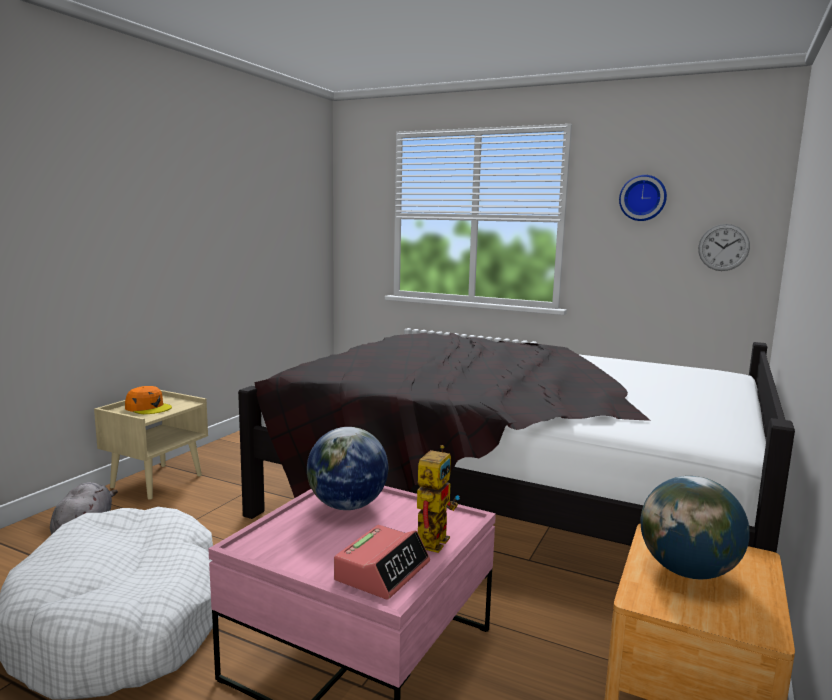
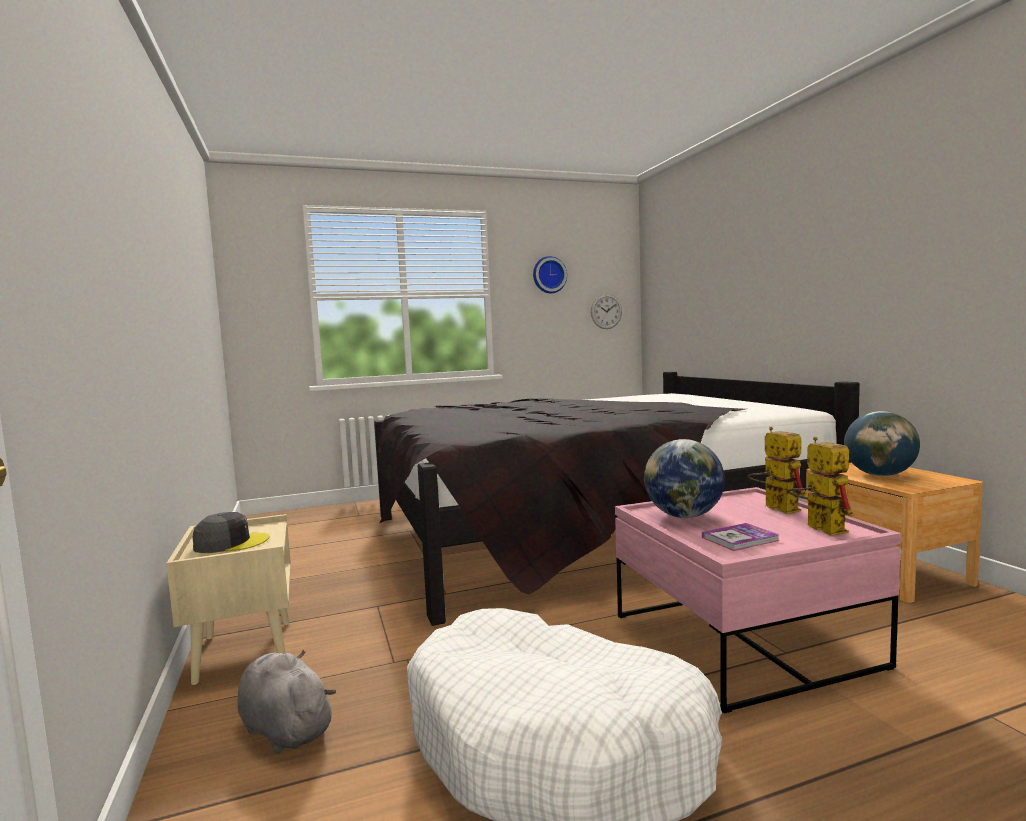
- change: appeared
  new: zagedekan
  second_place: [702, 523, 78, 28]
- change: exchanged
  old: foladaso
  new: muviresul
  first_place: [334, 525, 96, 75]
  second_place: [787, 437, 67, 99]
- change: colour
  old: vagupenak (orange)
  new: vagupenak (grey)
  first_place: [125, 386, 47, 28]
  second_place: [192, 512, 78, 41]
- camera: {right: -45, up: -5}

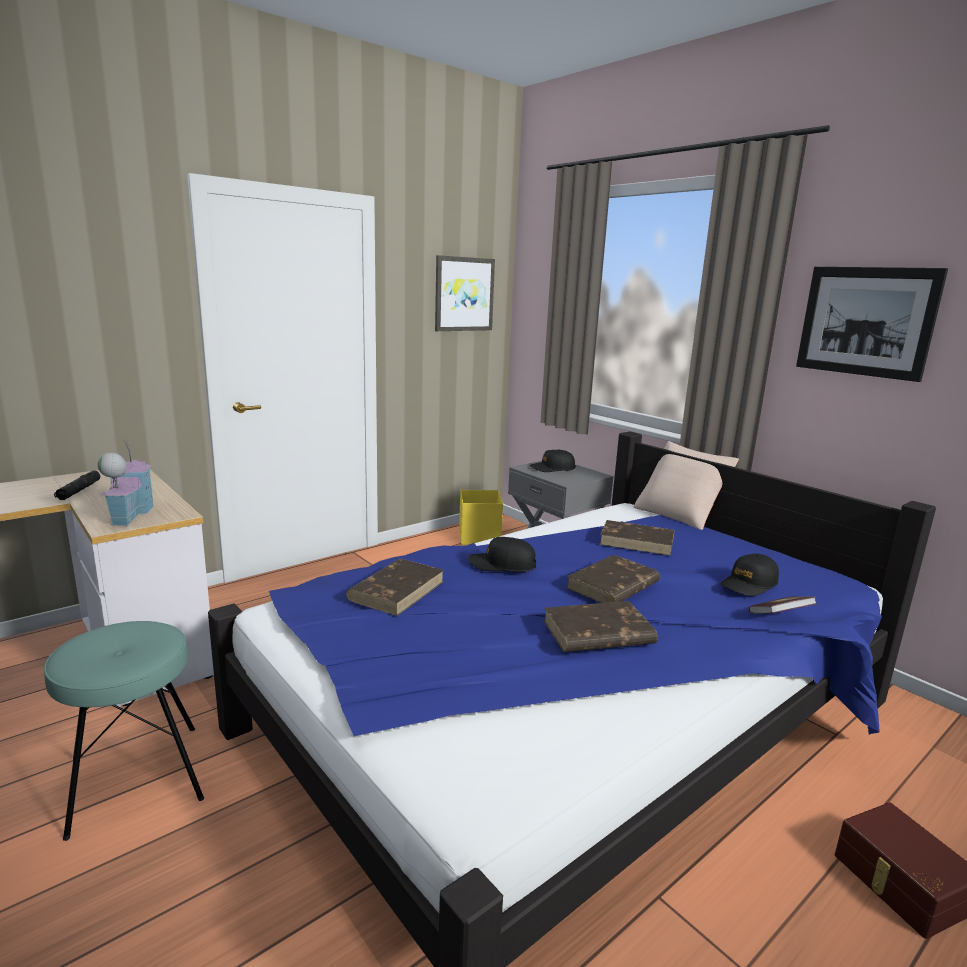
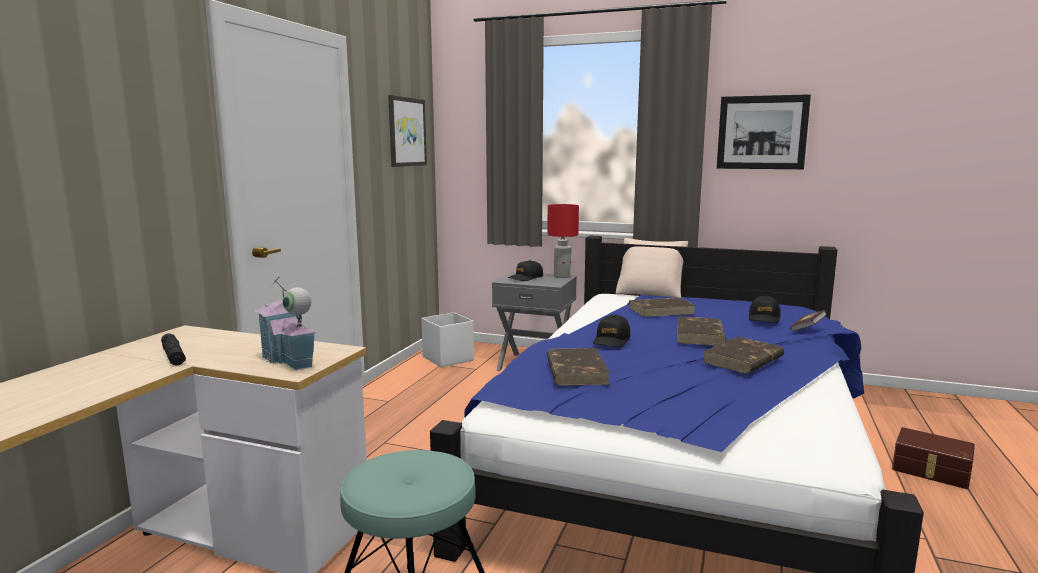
- change: appeared
  new: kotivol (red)
  second_place: [547, 204, 32, 74]
- change: colour
  old: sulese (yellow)
  new: sulese (white)
  first_place: [459, 490, 44, 55]
  second_place: [421, 312, 53, 56]
- change: spun
  old: vagupenak (black)
  first_place: [468, 537, 68, 35]
  second_place: [593, 315, 38, 32]
  degrees: -45
- camera: {right: -30, up: -5}

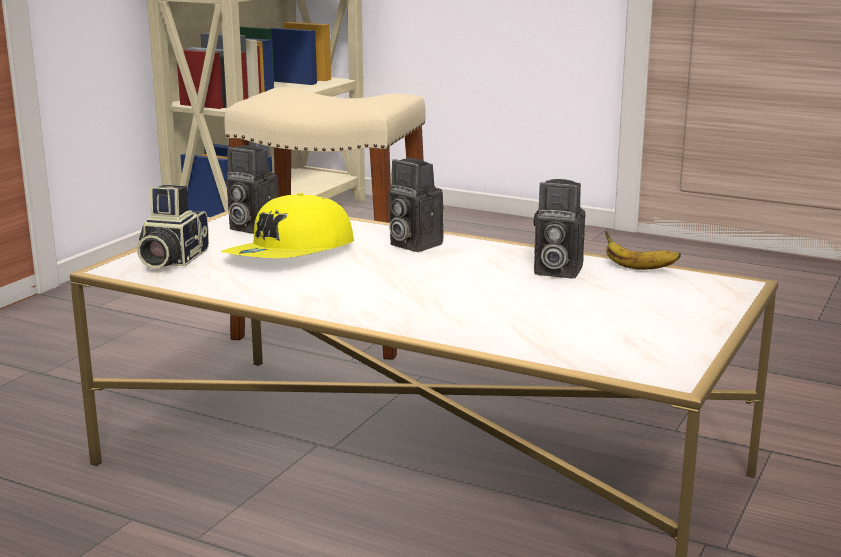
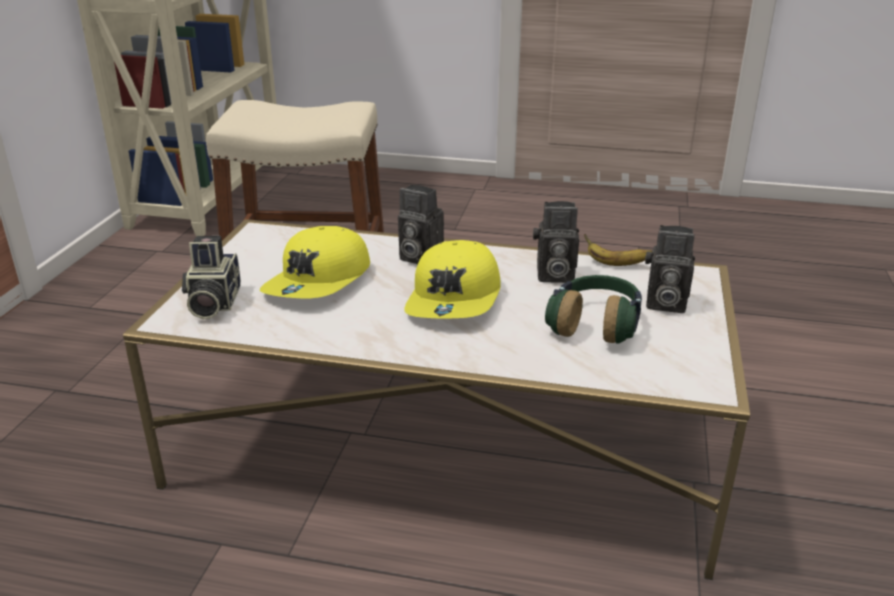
- change: appeared
  new: vagupenak (yellow)
  second_place: [404, 240, 97, 78]
- change: appeared
  new: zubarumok
  second_place: [545, 275, 97, 68]
- change: relocated
  old: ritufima
  first_place: [226, 145, 53, 89]
  second_place: [645, 225, 50, 88]
- camera: {right: -15, up: 10}

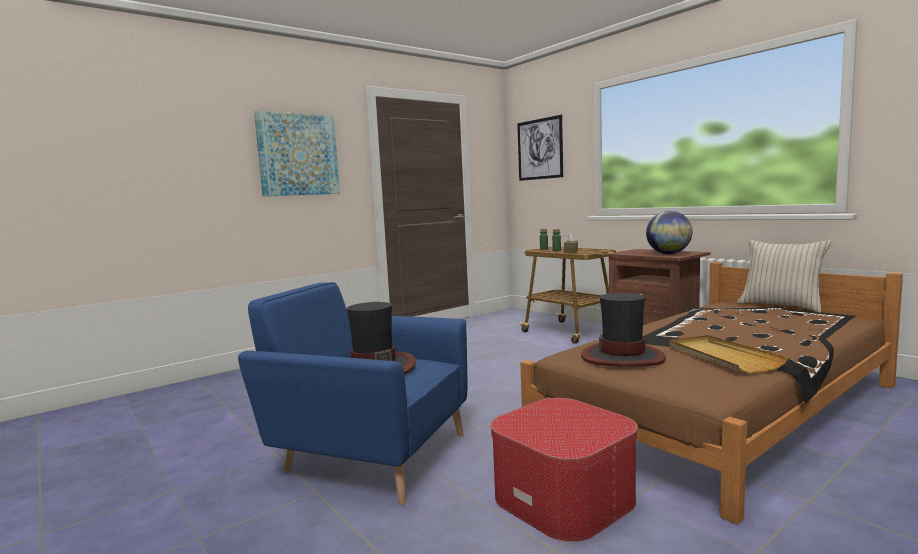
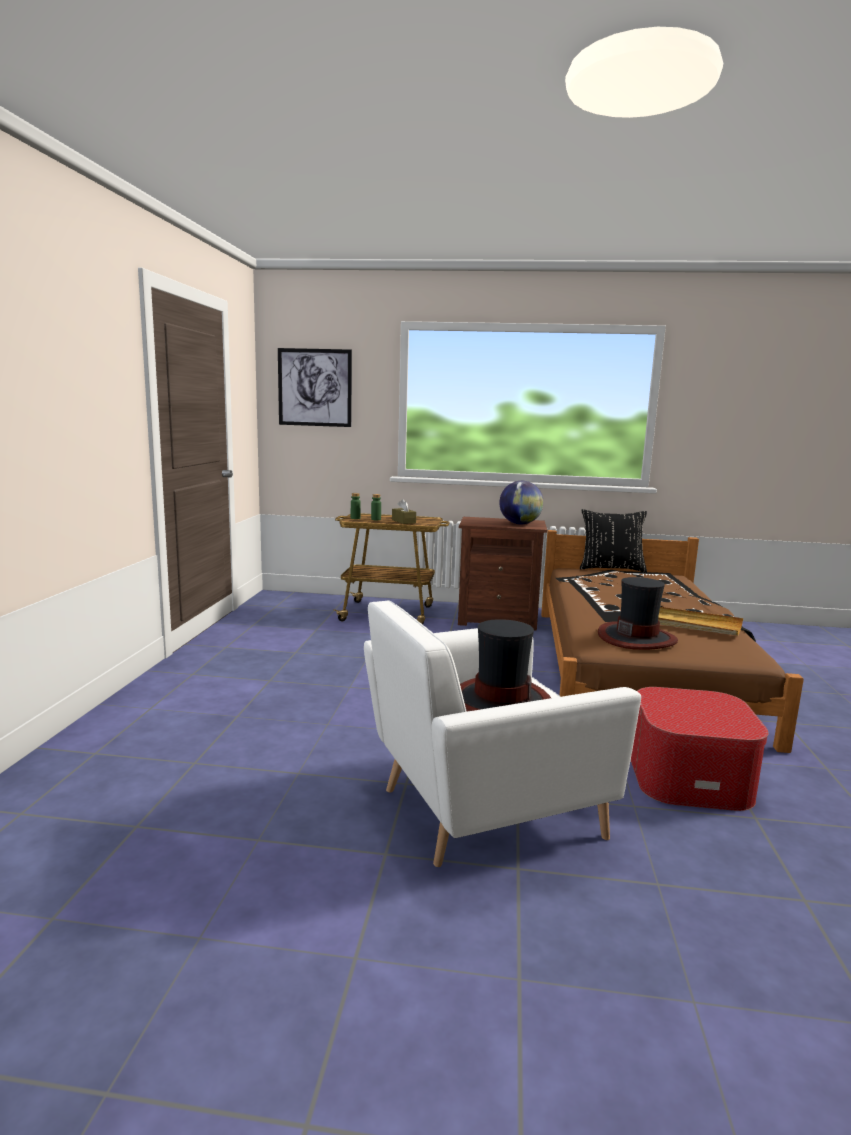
- change: missing
  old: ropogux
  first_place: [254, 111, 86, 85]
- change: colour
  old: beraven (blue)
  new: beraven (white)
  first_place: [238, 282, 229, 223]
  second_place: [364, 600, 277, 267]
- change: colour
  old: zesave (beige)
  new: zesave (black)
  first_place: [738, 240, 93, 73]
  second_place: [580, 509, 67, 64]
- camera: {right: -45, up: 5}

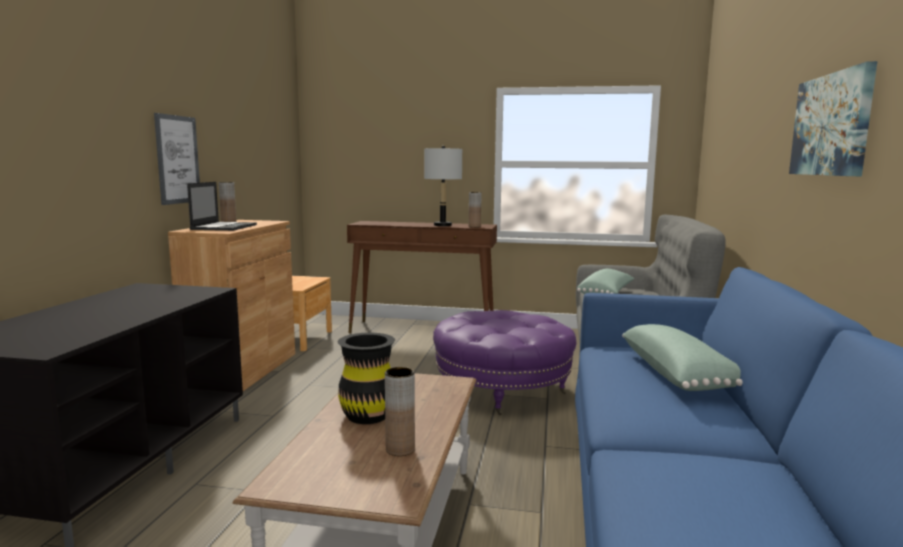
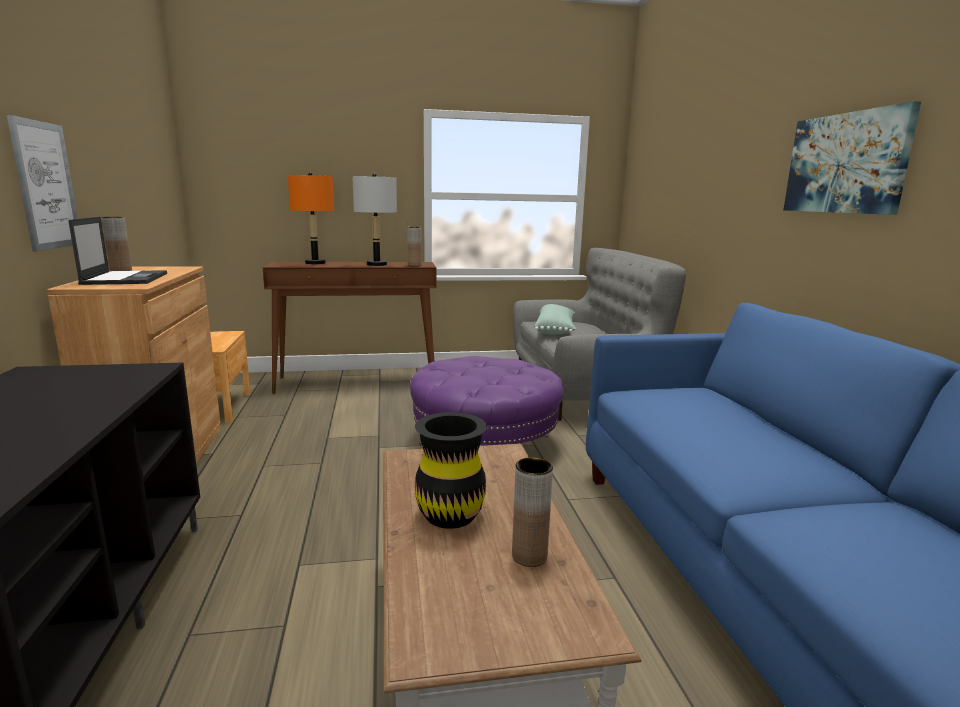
- change: missing
  old: zesave (green)
  first_place: [622, 324, 121, 67]
- change: appeared
  new: kotivol (orange)
  second_place: [288, 172, 46, 92]
- camera: {right: -20, up: 5}

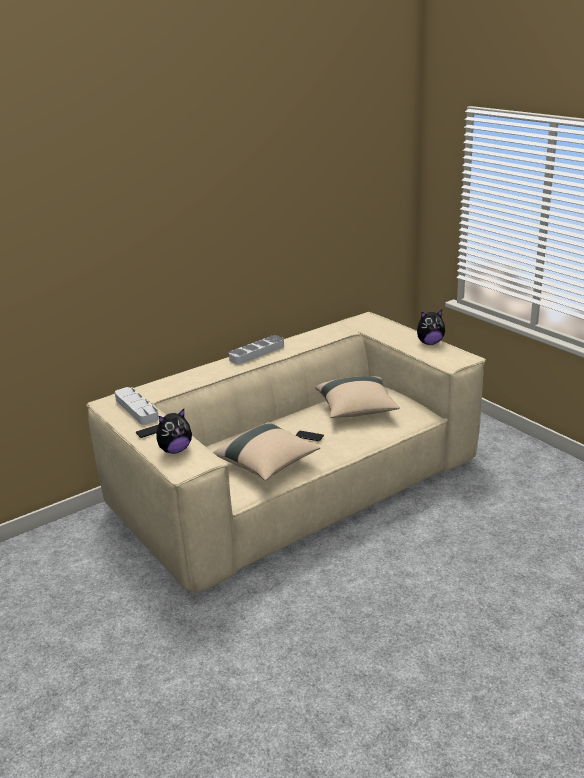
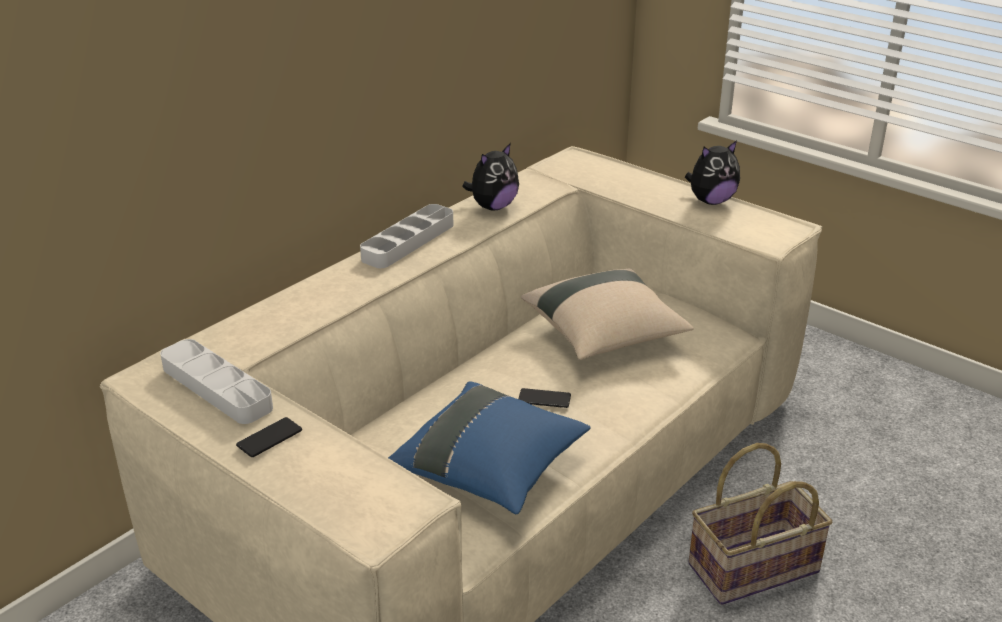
- change: appeared
  new: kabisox
  second_place: [688, 443, 144, 162]
- change: relocated
  old: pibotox
  first_place: [156, 409, 36, 45]
  second_place: [462, 143, 57, 68]
- change: colour
  old: zesave (beige)
  new: zesave (blue)
  first_place: [213, 422, 107, 59]
  second_place: [388, 381, 203, 133]
- camera: {right: -15, up: 5}

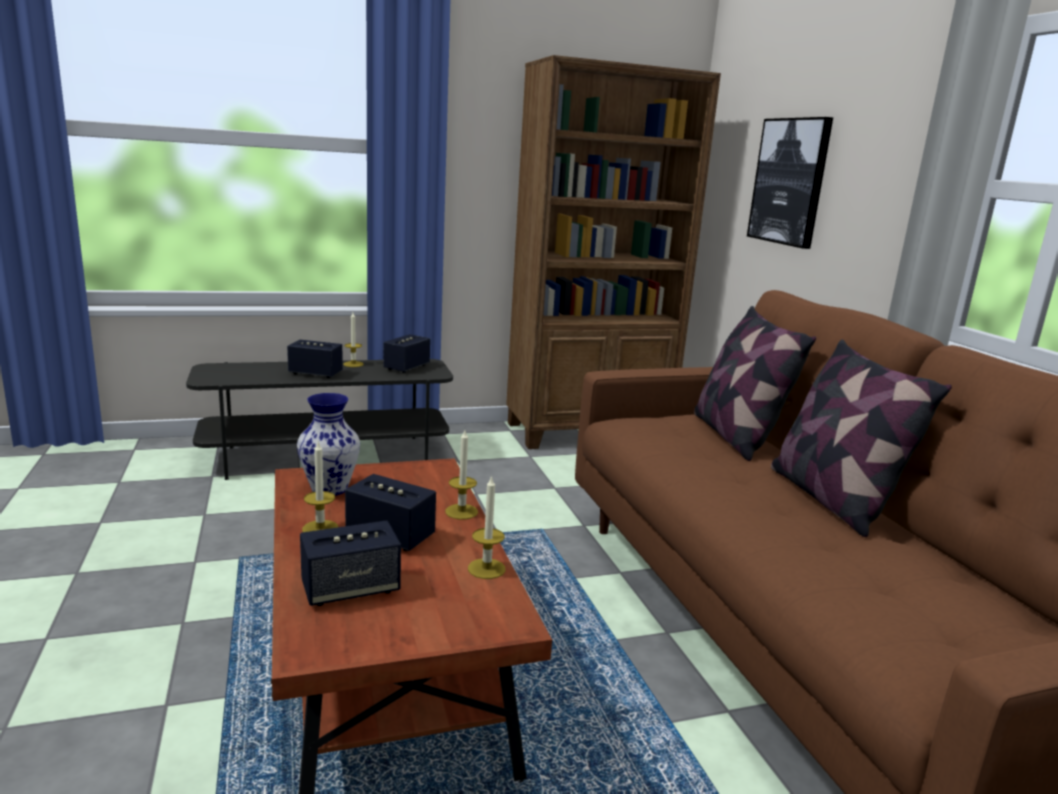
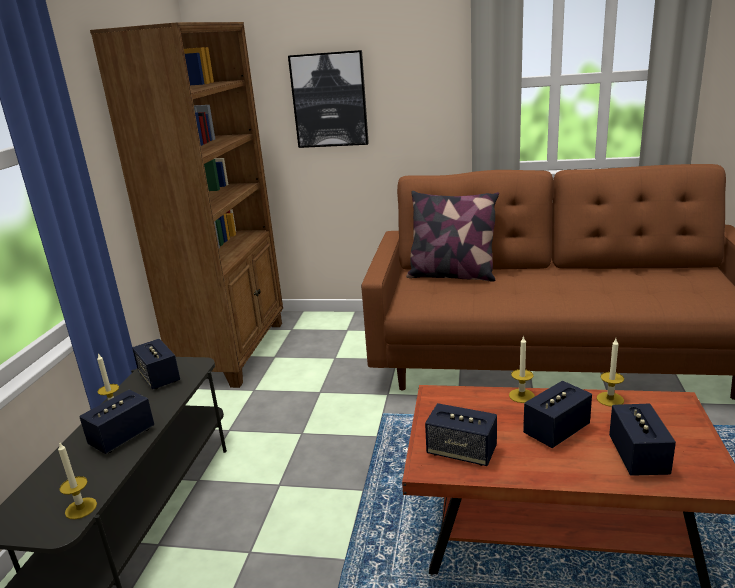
- change: missing
  old: zesave
  first_place: [771, 340, 181, 197]
- change: relocated
  old: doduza
  first_place: [302, 442, 36, 90]
  second_place: [58, 443, 39, 76]
- change: exchanged
  old: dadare
  new: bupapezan
  first_place: [297, 393, 63, 103]
  second_place: [425, 403, 72, 63]
- camera: {right: -60, up: 5}

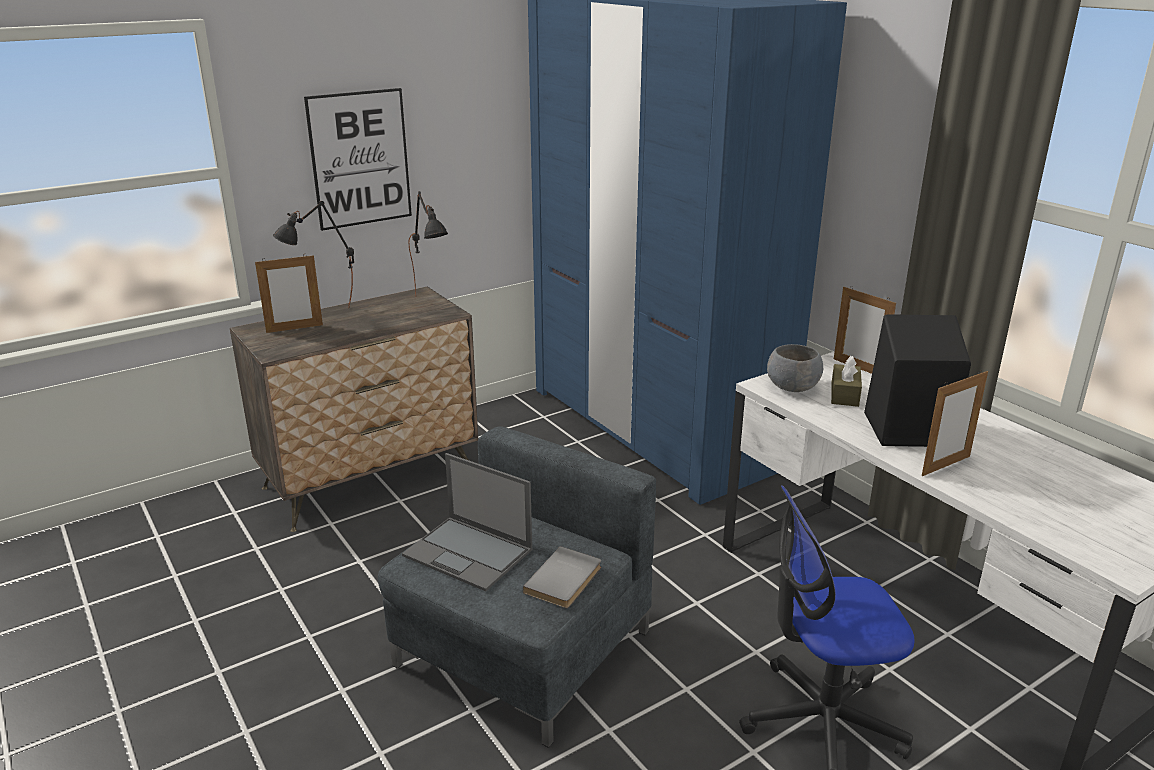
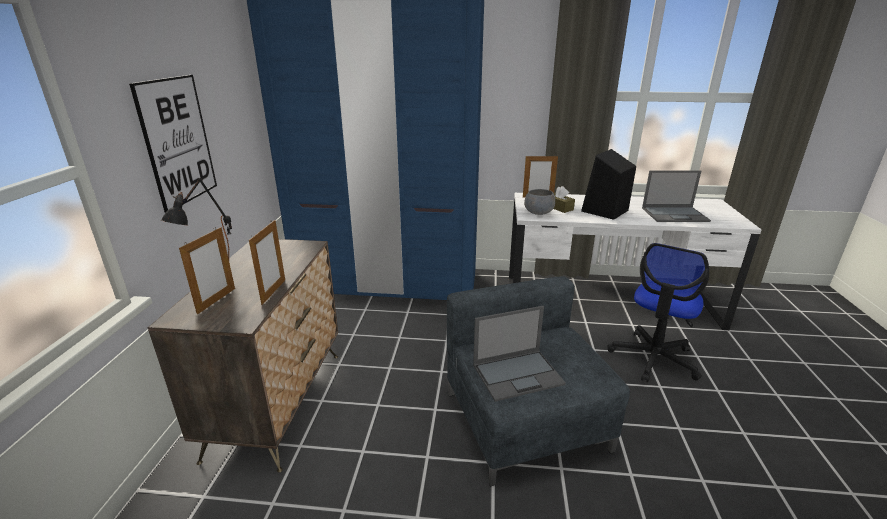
- change: missing
  old: kotivol (black)
  first_place: [408, 191, 40, 105]
- change: missing
  old: zagedekan (grey)
  first_place: [523, 546, 78, 62]
- change: appeared
  new: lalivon
  second_place: [642, 171, 69, 51]
- change: relocated
  old: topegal
  first_place: [922, 370, 66, 106]
  second_place: [249, 220, 36, 85]
- camera: {right: -50, up: 0}

